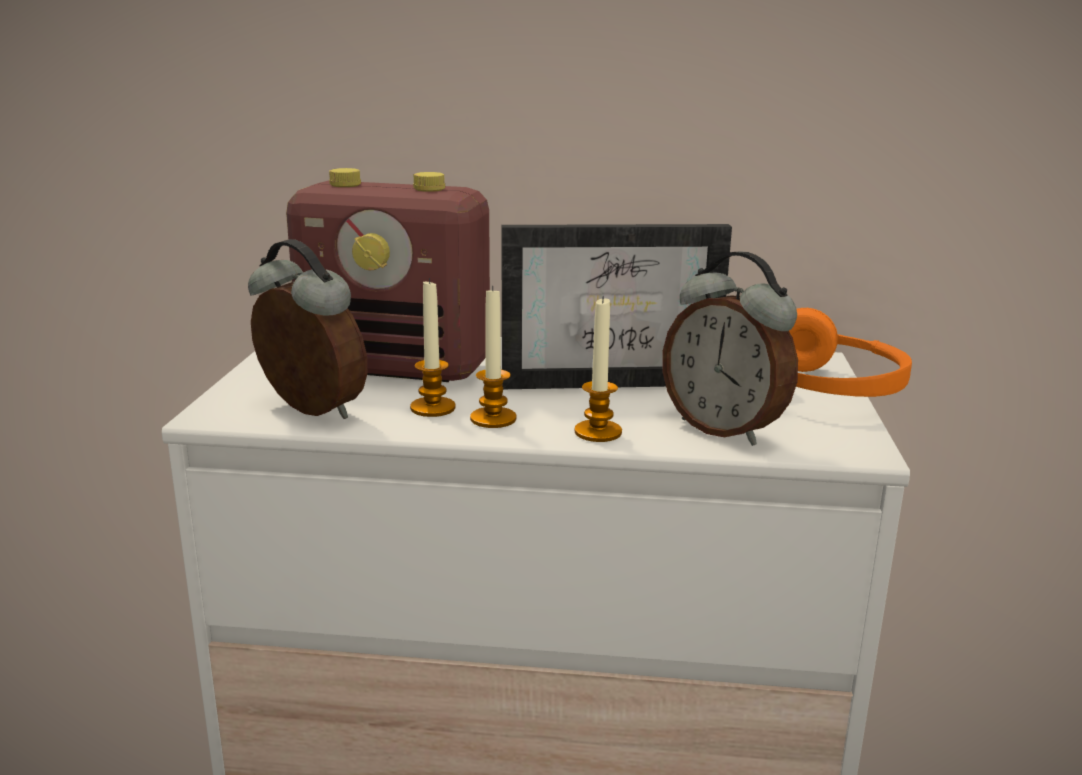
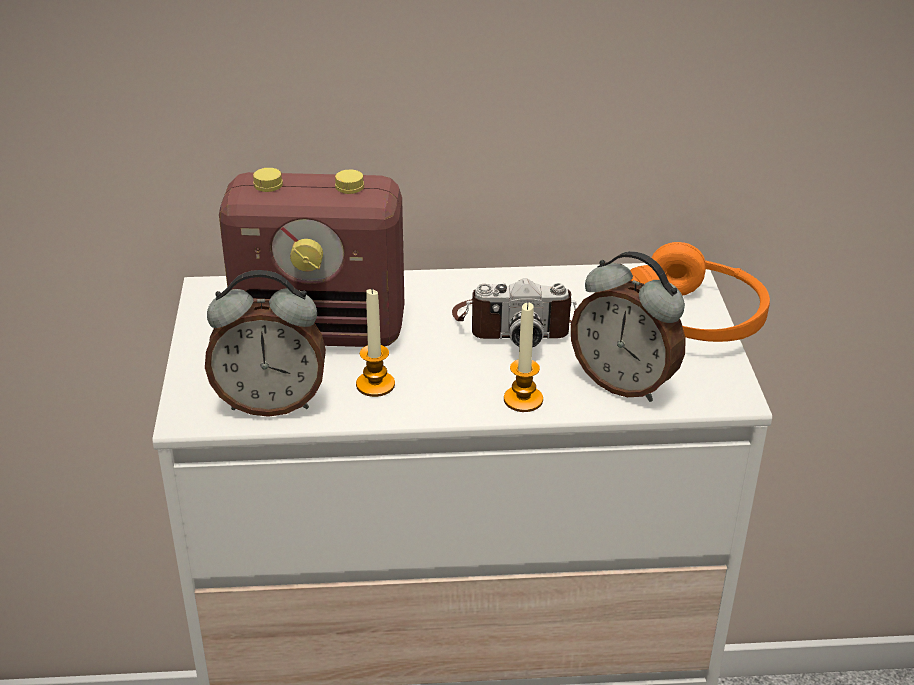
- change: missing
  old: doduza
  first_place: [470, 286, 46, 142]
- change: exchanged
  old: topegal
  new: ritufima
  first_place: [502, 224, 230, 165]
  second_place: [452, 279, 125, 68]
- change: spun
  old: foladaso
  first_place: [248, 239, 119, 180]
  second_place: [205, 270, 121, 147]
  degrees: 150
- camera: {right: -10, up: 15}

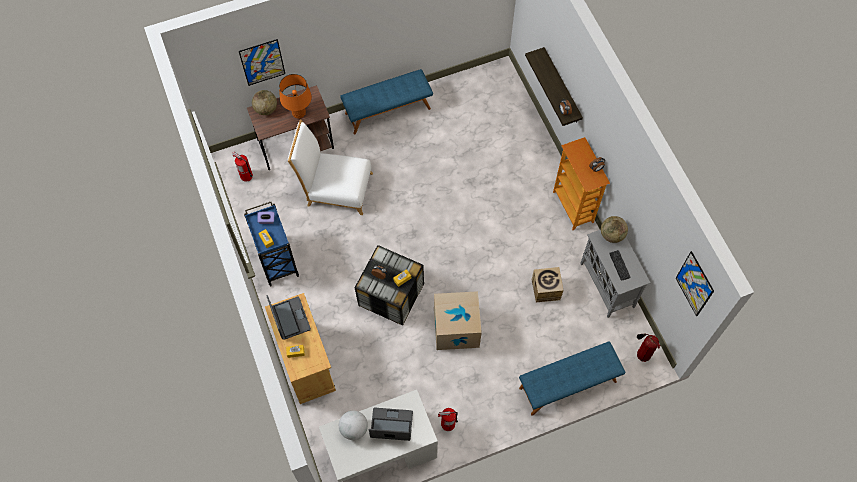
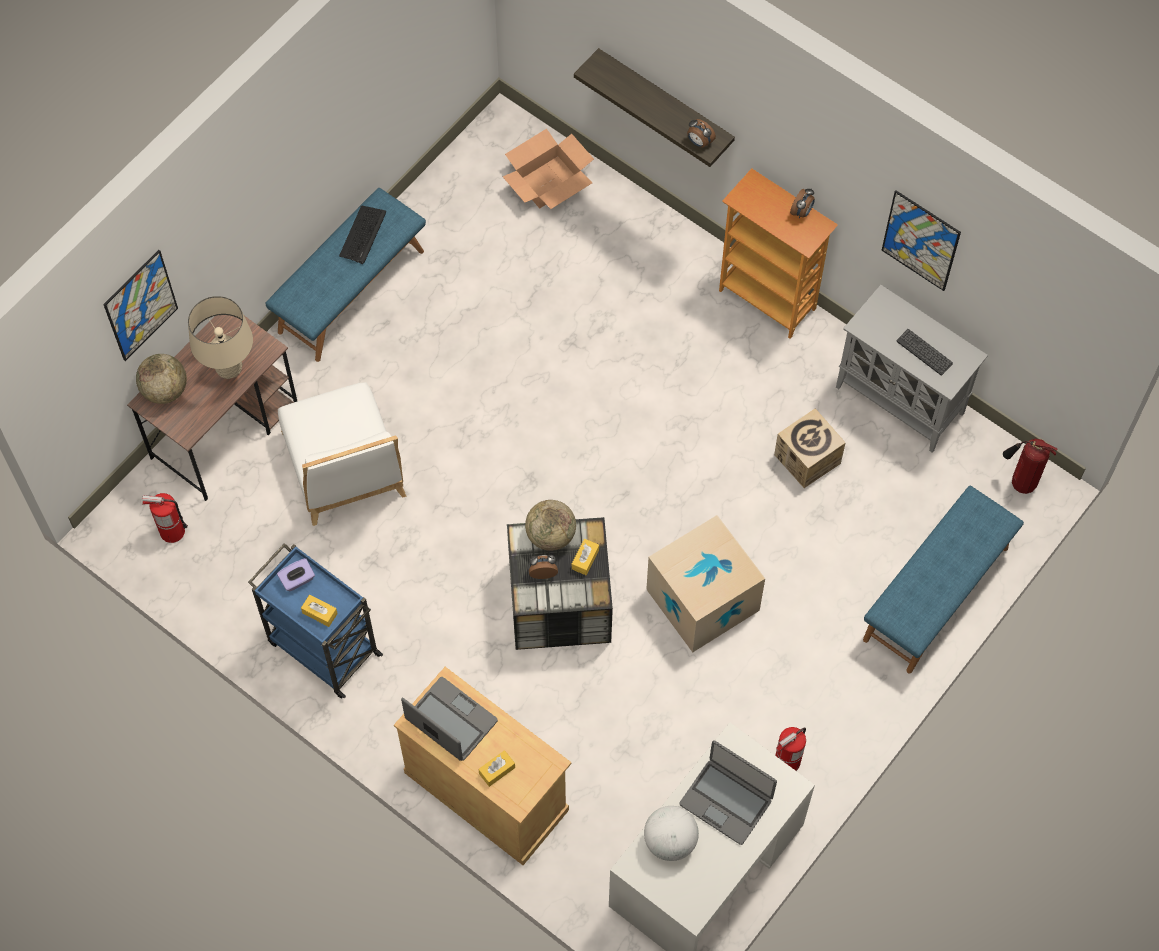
- change: appeared
  new: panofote
  second_place: [339, 205, 47, 59]
- change: appeared
  new: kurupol
  second_place: [503, 129, 91, 80]
- change: relocated
  old: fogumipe
  first_place: [601, 216, 27, 27]
  second_place: [525, 500, 51, 51]
- change: relocated
  old: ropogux
  first_place: [676, 251, 38, 65]
  second_place: [881, 190, 80, 101]
- change: colour
  old: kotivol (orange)
  new: kotivol (beige)
  first_place: [279, 74, 33, 45]
  second_place: [188, 296, 65, 83]
- change: spun
  old: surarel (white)
  first_place: [288, 119, 85, 96]
  second_place: [278, 382, 128, 144]
  degrees: -90
- change: spun
  old: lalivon
  first_place: [368, 408, 45, 33]
  second_place: [679, 740, 98, 105]
  degrees: -120
- camera: {right: -30, up: 0}

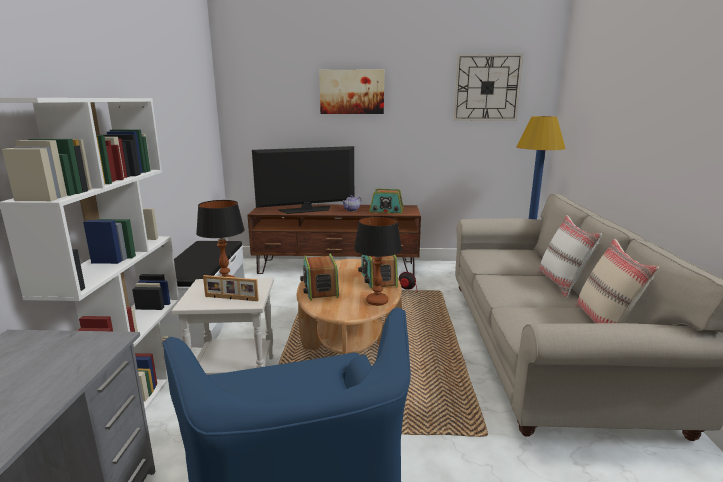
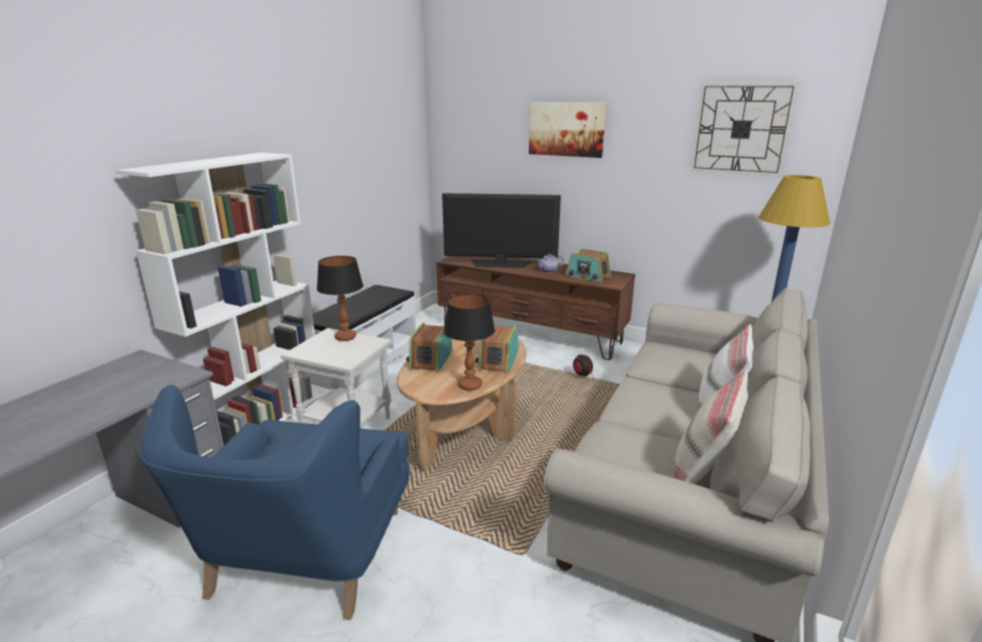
- change: missing
  old: topegal
  first_place: [203, 275, 56, 26]
- camera: {right: 25, up: 5}

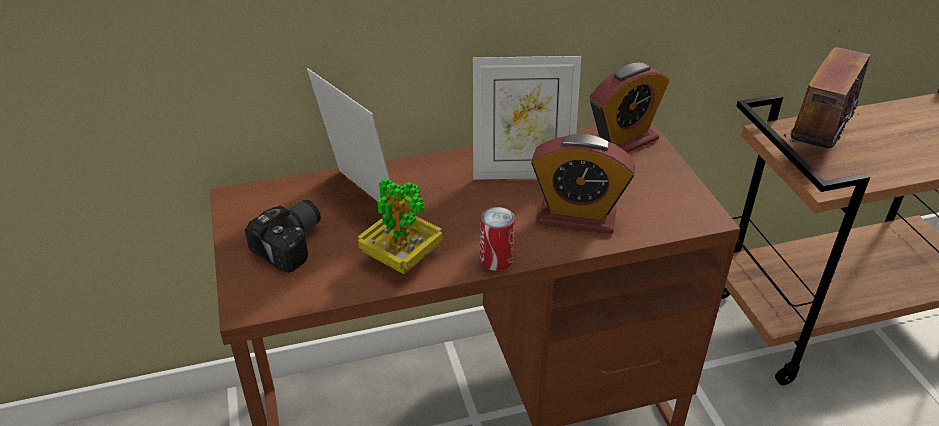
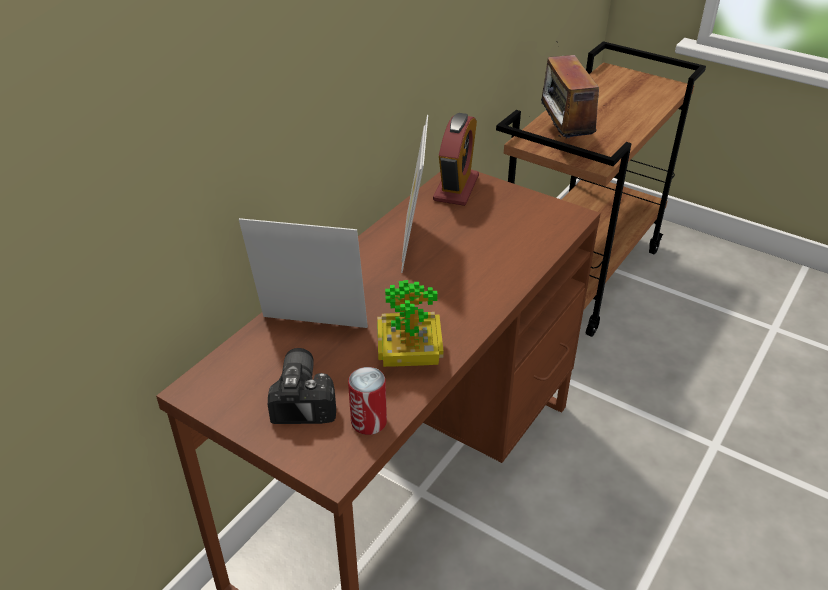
- change: missing
  old: foladaso
  first_place: [531, 134, 104, 100]
- change: relocated
  old: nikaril
  first_place: [480, 207, 35, 64]
  second_place: [348, 367, 39, 68]
- change: spun
  old: topegal
  first_place: [473, 56, 108, 124]
  second_place: [401, 115, 27, 158]
  degrees: 135
- camera: {right: -40, up: 0}

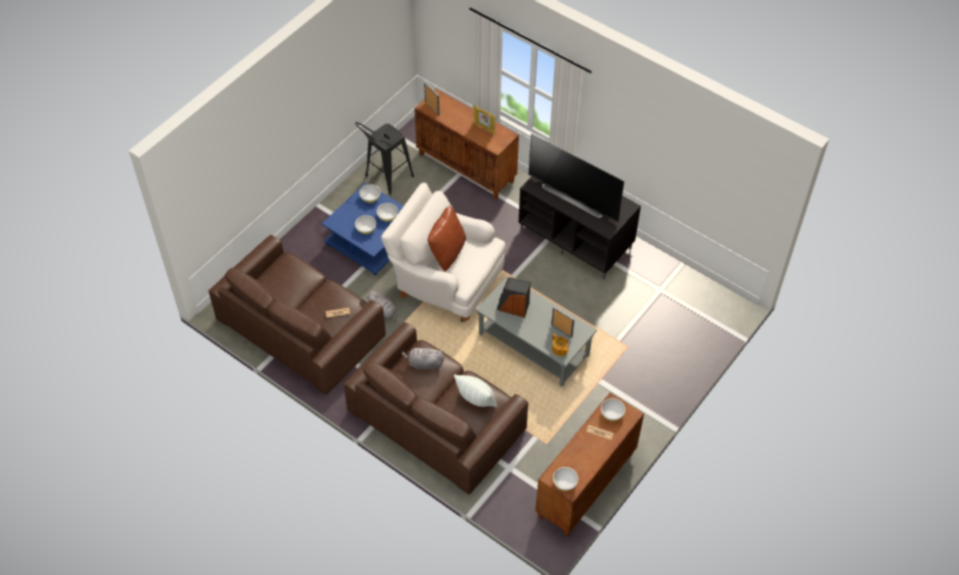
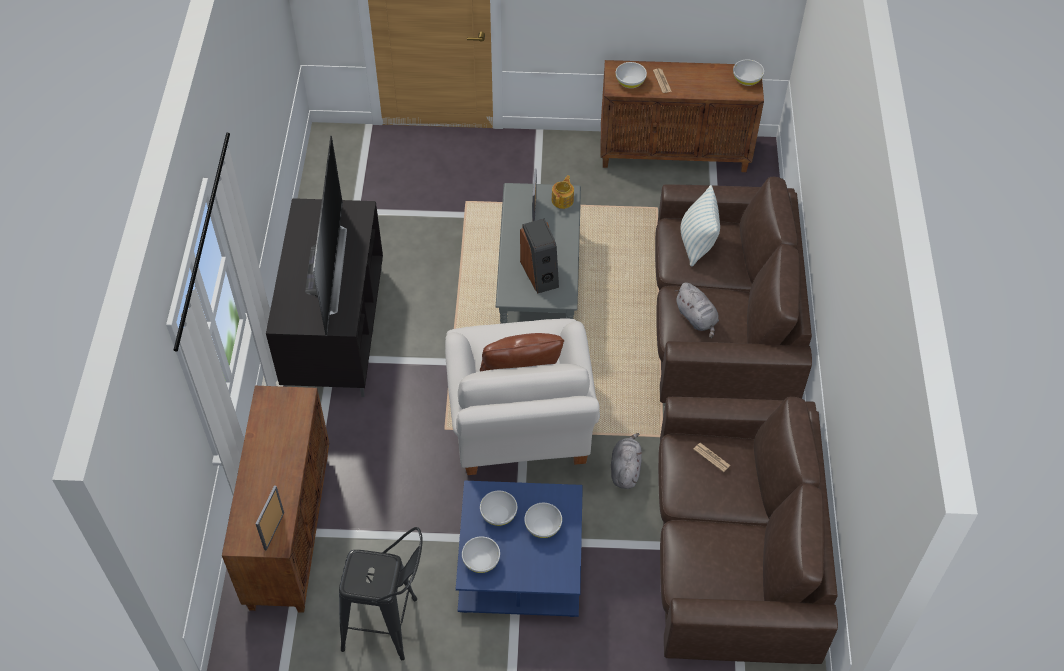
- change: missing
  old: topegal
  first_place: [473, 105, 23, 30]
- camera: {right: -125, up: 0}

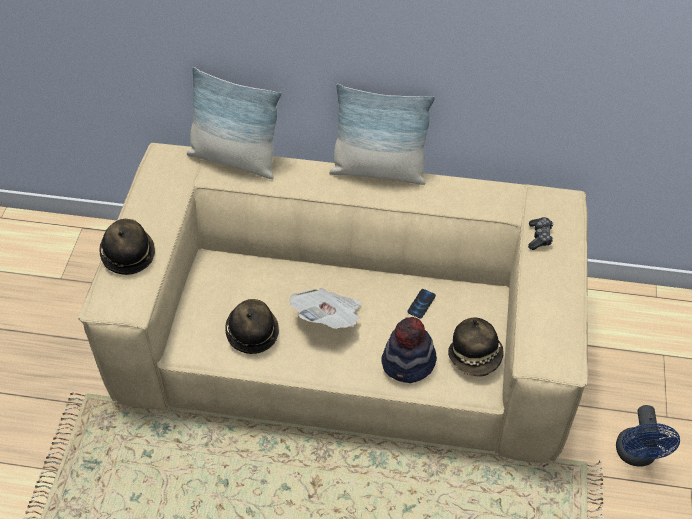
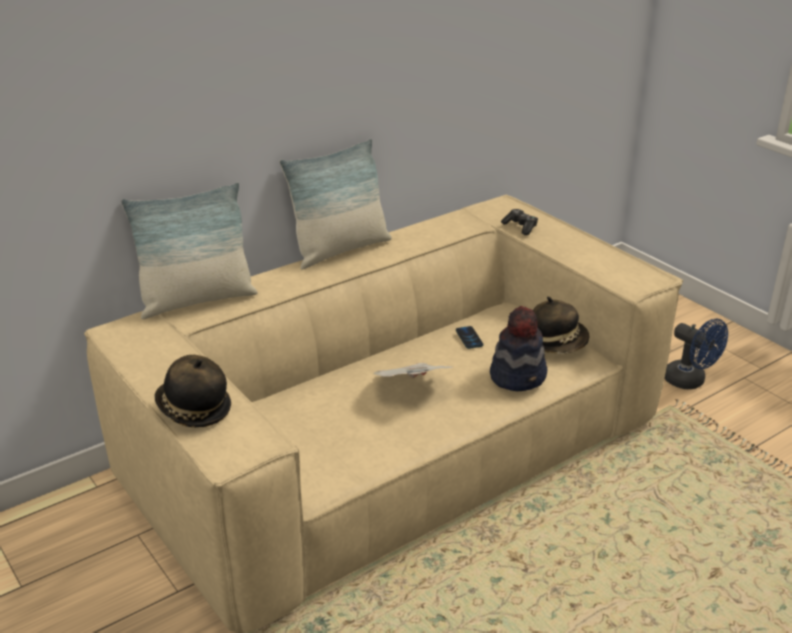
- change: missing
  old: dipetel
  first_place: [225, 299, 54, 55]
- camera: {right: -45, up: -20}

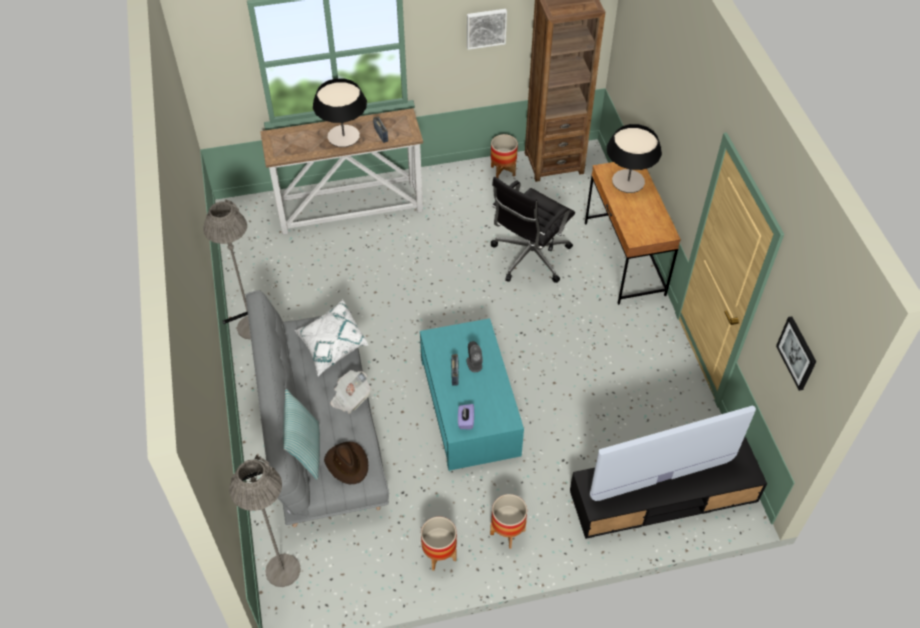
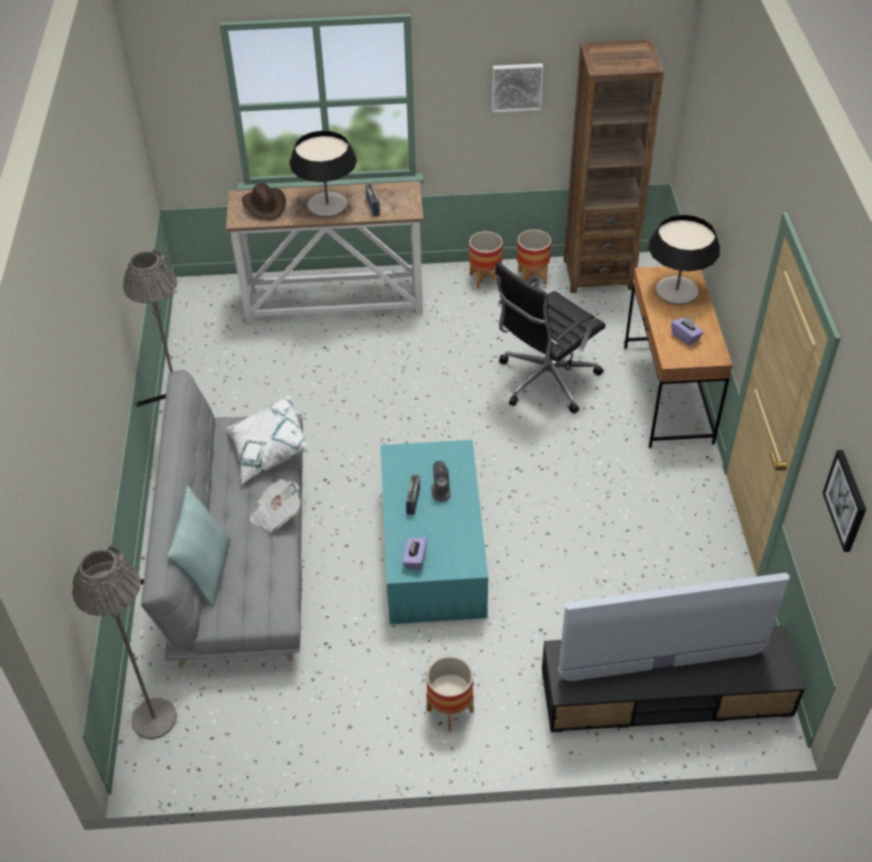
- change: appeared
  new: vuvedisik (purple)
  second_place: [671, 316, 33, 30]
- change: relocated
  old: dipetel (brown)
  first_place: [324, 442, 44, 42]
  second_place: [242, 183, 44, 37]
- change: relocated
  old: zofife
  first_place: [421, 517, 36, 54]
  second_place: [469, 231, 34, 58]
- camera: {right: 10, up: -5}

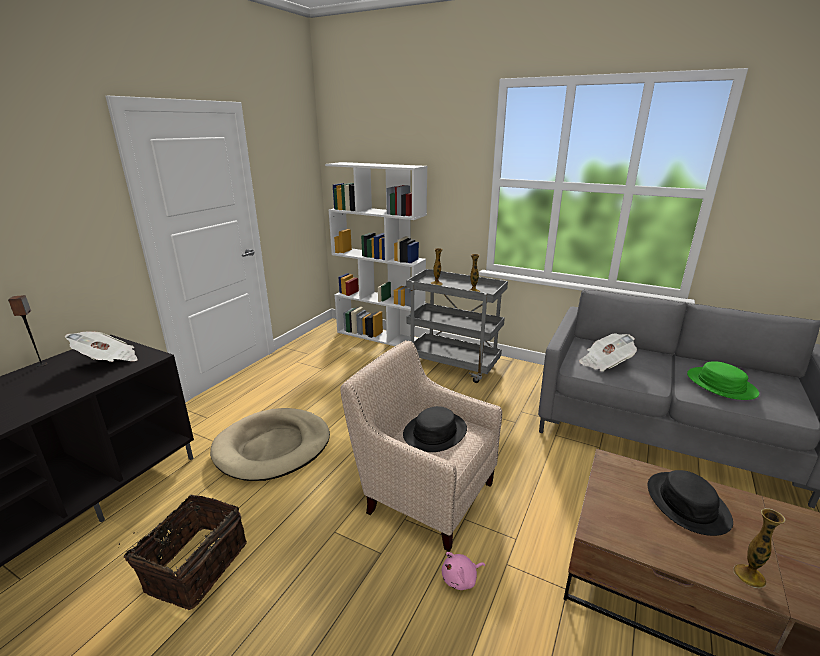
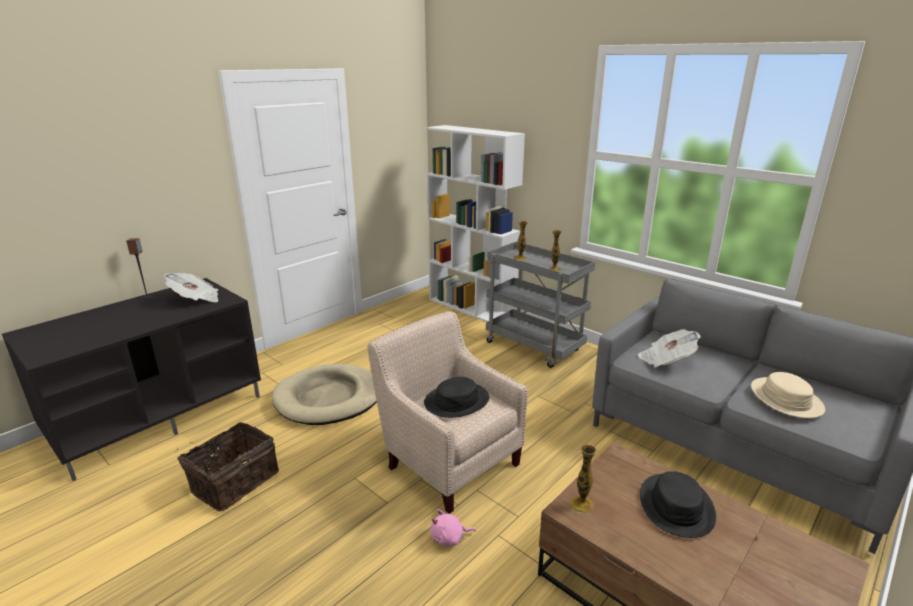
- change: relocated
  old: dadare
  first_place: [733, 508, 53, 80]
  second_place: [570, 444, 27, 69]
- change: colour
  old: dipetel (green)
  new: dipetel (beige)
  first_place: [687, 361, 72, 39]
  second_place: [751, 372, 74, 46]
- camera: {right: 15, up: 0}

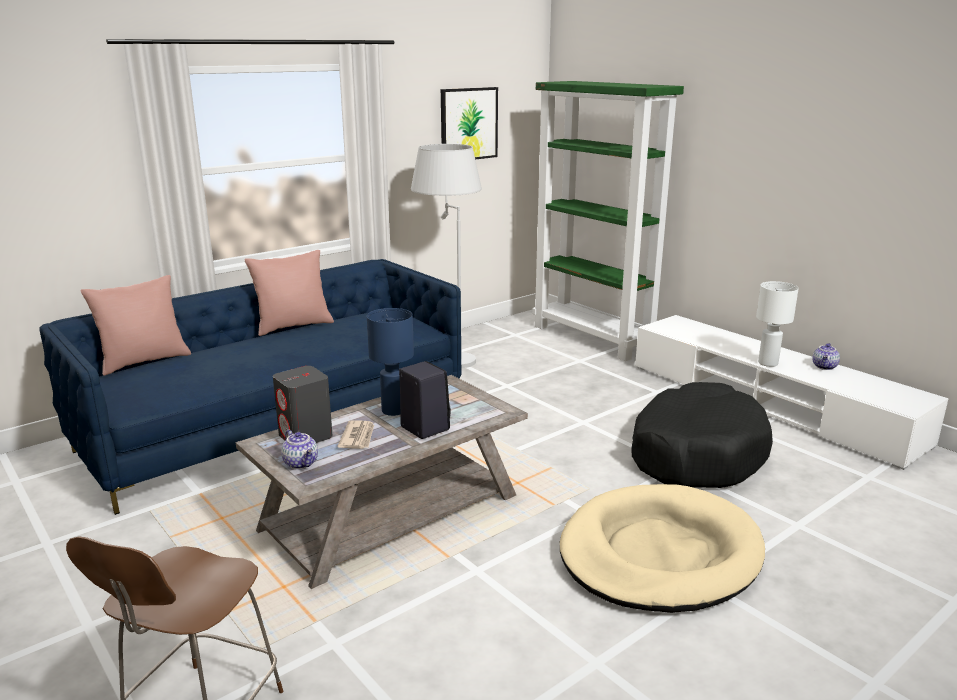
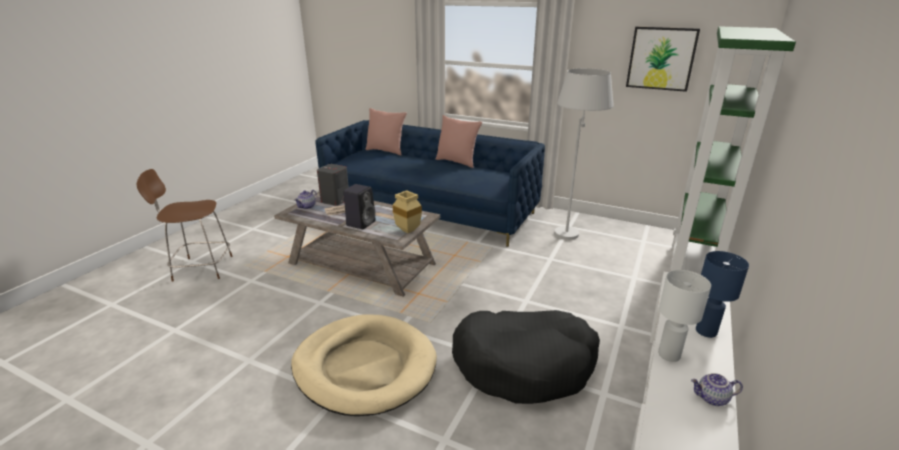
- change: appeared
  new: dadare (beige)
  second_place: [392, 190, 30, 43]
- change: relocated
  old: kotivol (blue)
  first_place: [367, 308, 47, 108]
  second_place: [696, 251, 53, 87]
- camera: {right: 65, up: 5}

